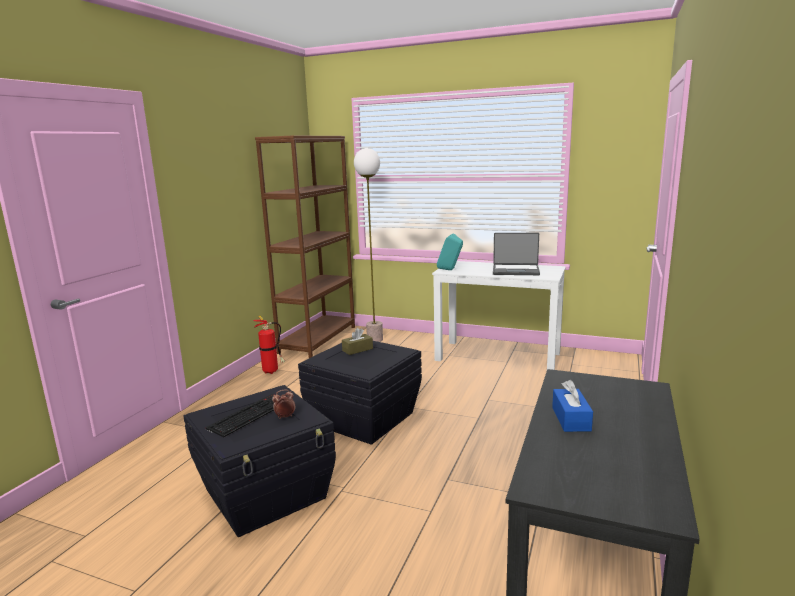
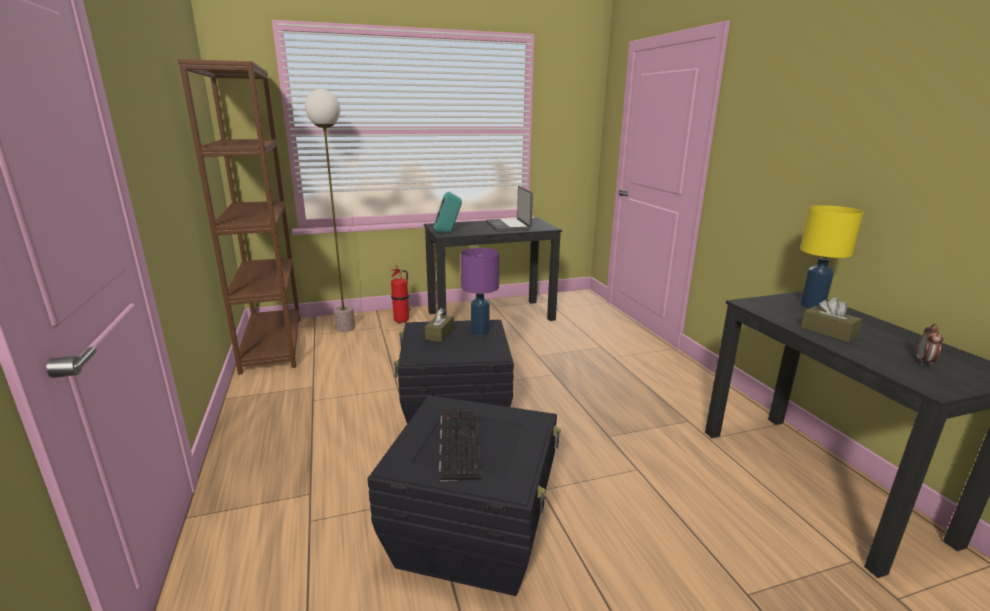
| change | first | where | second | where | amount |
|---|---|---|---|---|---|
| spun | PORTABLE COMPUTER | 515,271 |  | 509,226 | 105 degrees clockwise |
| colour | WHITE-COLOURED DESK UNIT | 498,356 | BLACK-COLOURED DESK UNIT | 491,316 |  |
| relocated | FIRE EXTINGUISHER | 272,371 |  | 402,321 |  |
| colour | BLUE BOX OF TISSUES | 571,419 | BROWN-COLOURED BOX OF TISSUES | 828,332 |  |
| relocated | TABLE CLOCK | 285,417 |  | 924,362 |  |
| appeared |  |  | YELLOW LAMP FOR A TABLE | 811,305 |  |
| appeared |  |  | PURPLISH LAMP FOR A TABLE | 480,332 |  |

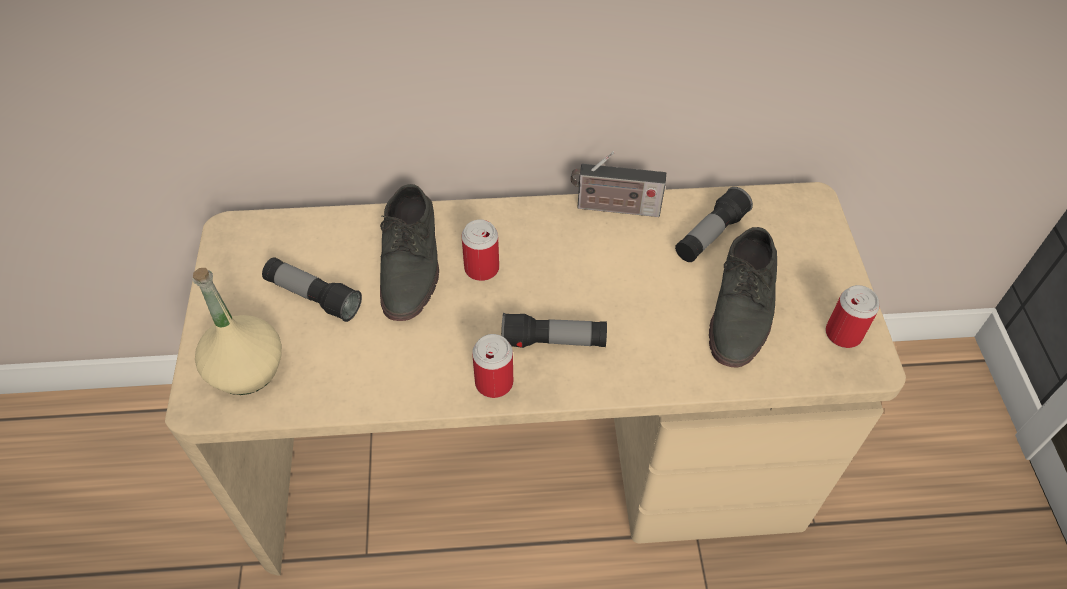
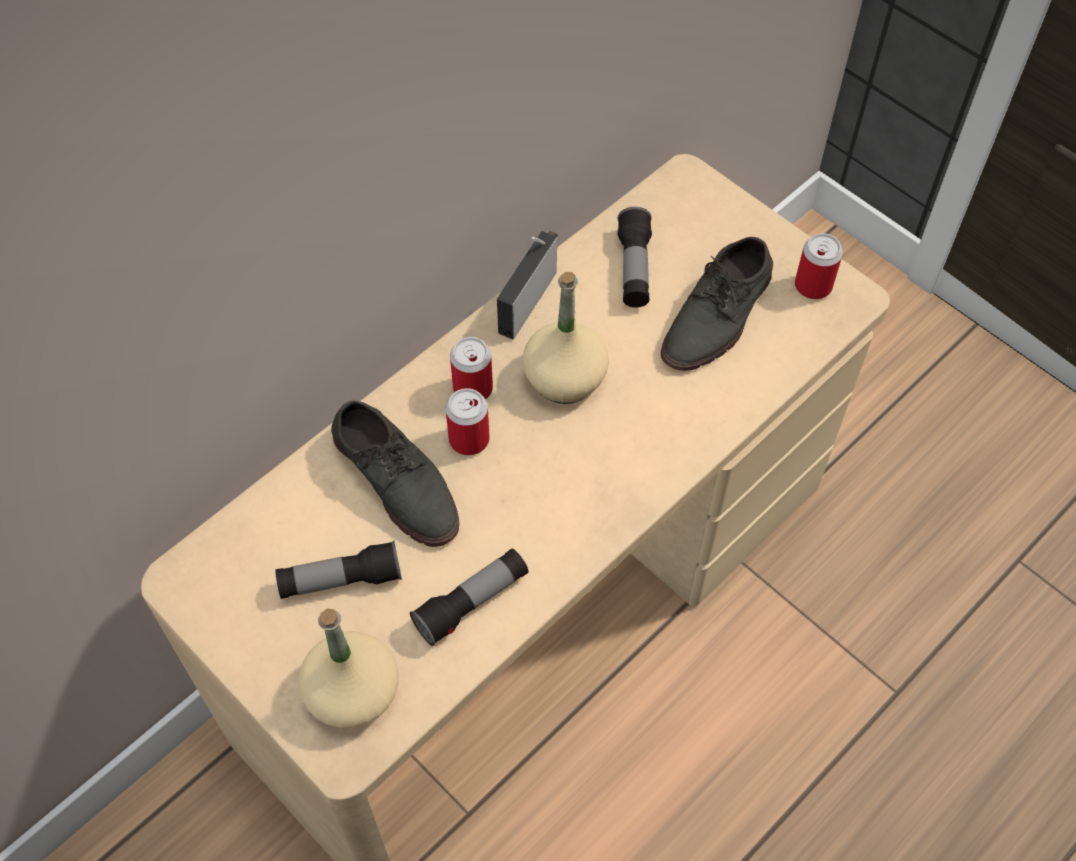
| change | first | where | second | where | amount |
|---|---|---|---|---|---|
| spun | RADIO | 614,208 |  | 528,298 | 150 degrees clockwise |
| spun | GREY ITEM OF FOOTWEAR | 743,306 |  | 718,316 | 60 degrees clockwise |
| relocated | FLASHLIGHT | 553,341 |  | 472,603 |  |
| relocated | SEALED CAN | 494,382 |  | 473,388 |  |
| appeared |  |  | BEIGE-COLOURED DRINK BOTTLE | 564,378 |  |

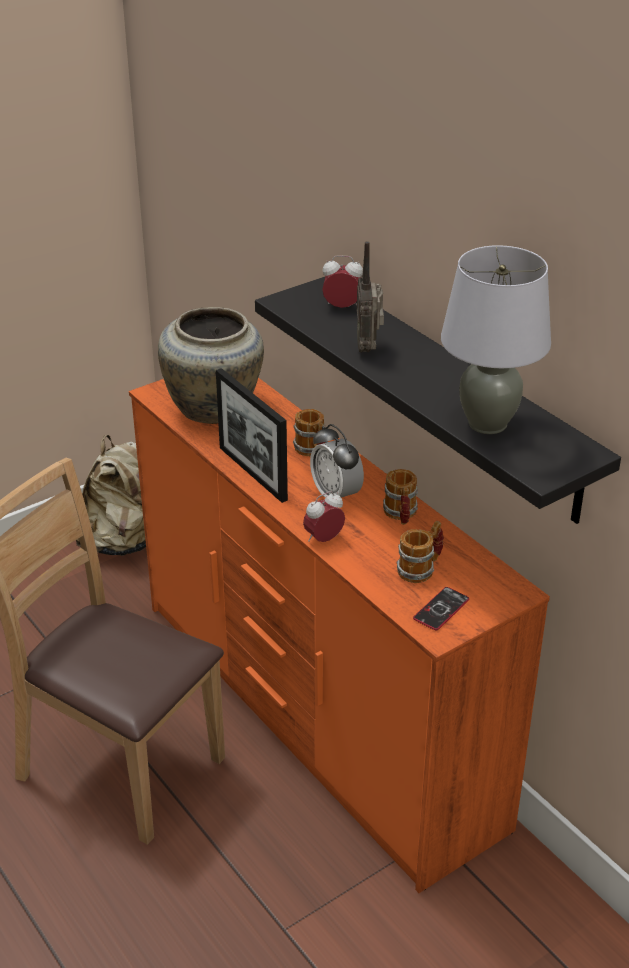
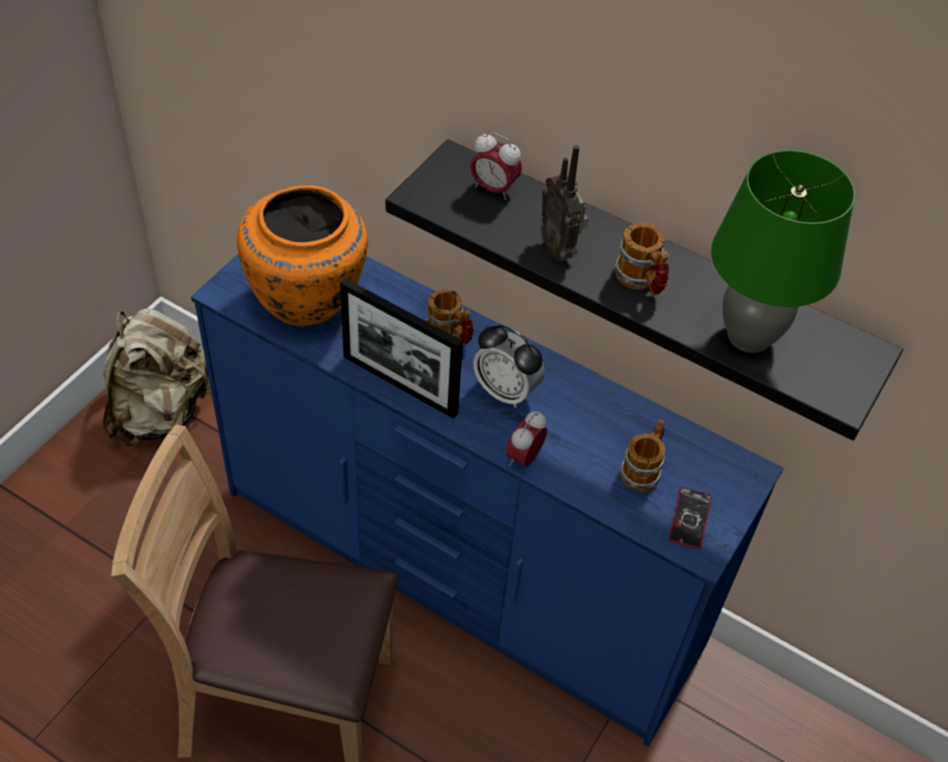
| change | first | where | second | where | amount |
|---|---|---|---|---|---|
| colour | GREY LAMP FOR A TABLE | 487,423 | GREEN-COLOURED LAMP FOR A TABLE | 748,336 |  |
| spun | TABLE CLOCK | 342,307 |  | 493,189 | 135 degrees counterclockwise |
| colour | BEIGE-COLOURED DECORATIVE VASE | 214,410 | ORANGEY DECORATIVE VASE | 308,301 |  |
| colour | ORANGEY CHEST OF DRAWERS | 315,713 | BLUE CHEST OF DRAWERS | 460,571 |  |
| relocated | MUG | 401,515 |  | 641,281 |  |

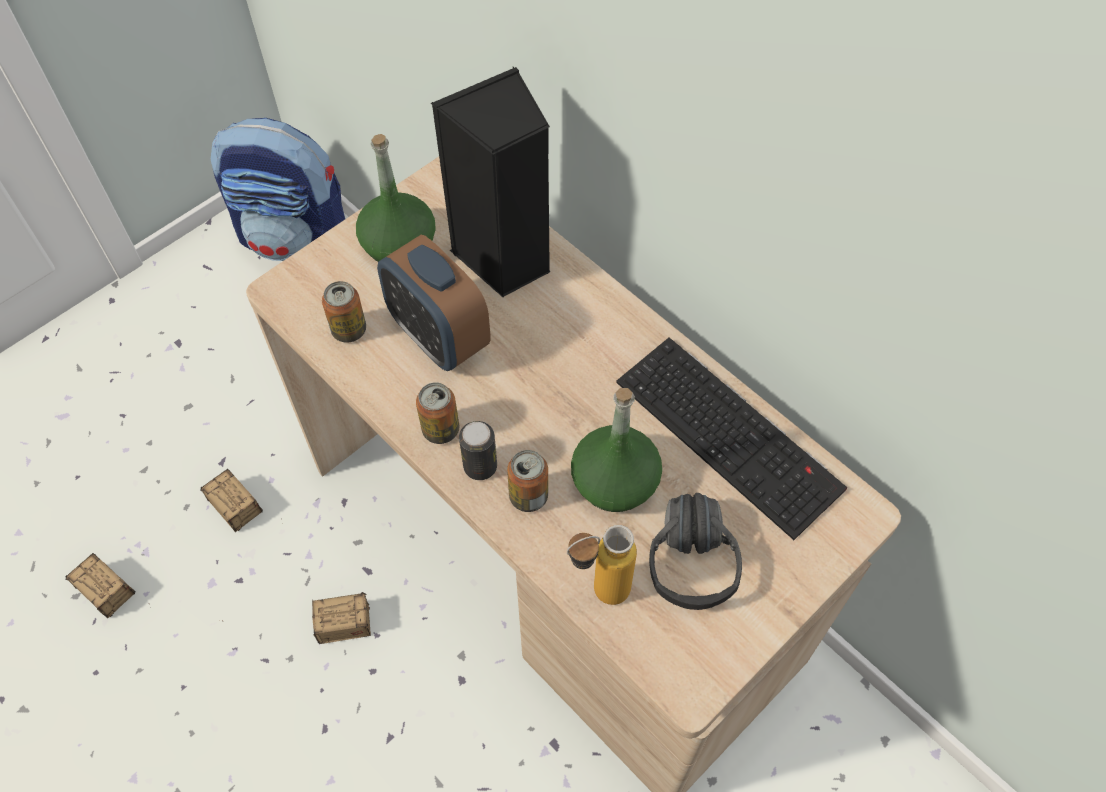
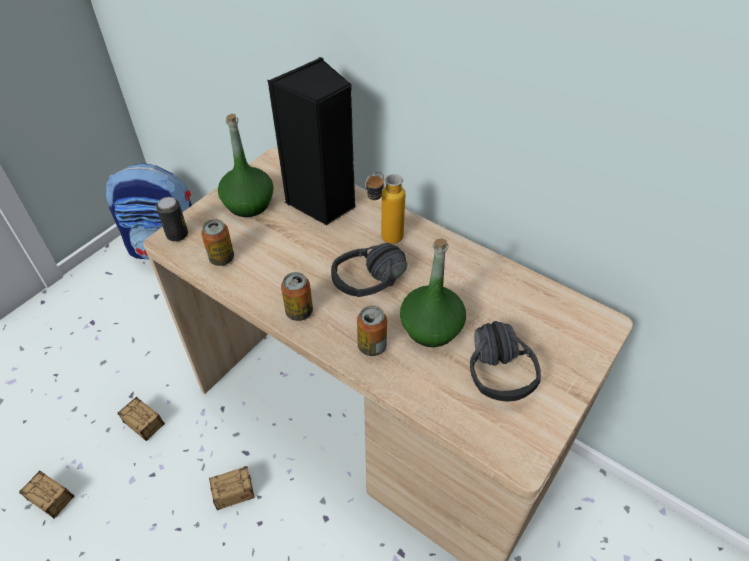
| change | first | where | second | where | amount |
|---|---|---|---|---|---|
| missing | TABLE CLOCK | 438,337 |  |  |  |
| missing | KEYBOARD | 732,434 |  |  |  |
| relocated | SEALED CAN | 480,466 |  | 177,235 |  |
| relocated | DRINK BOTTLE | 597,594 |  | 384,240 |  |
| appeared |  |  | BLACK-COLOURED PAIR OF HEADPHONES | 375,288 |  |

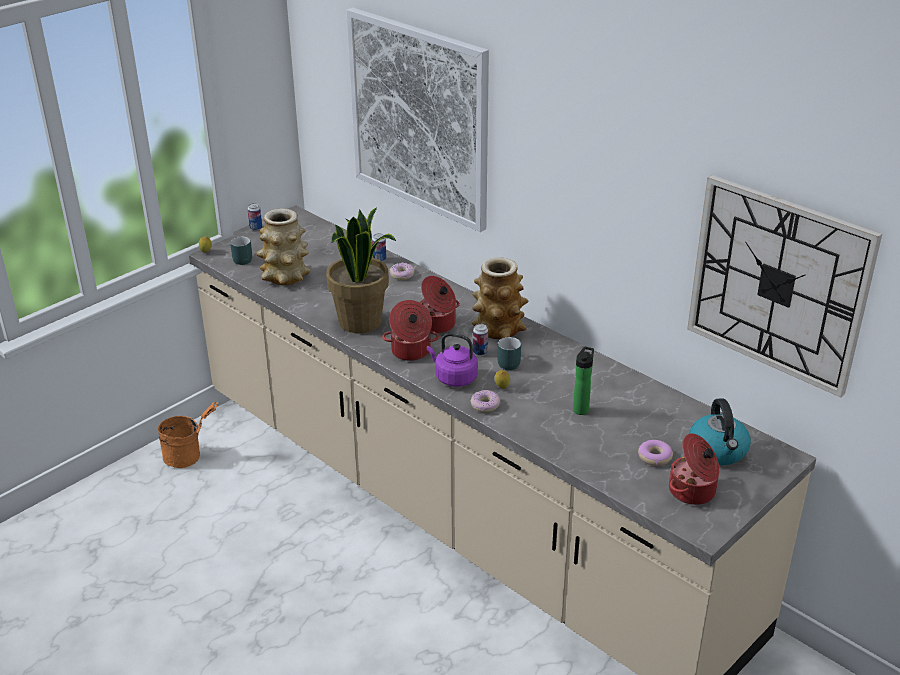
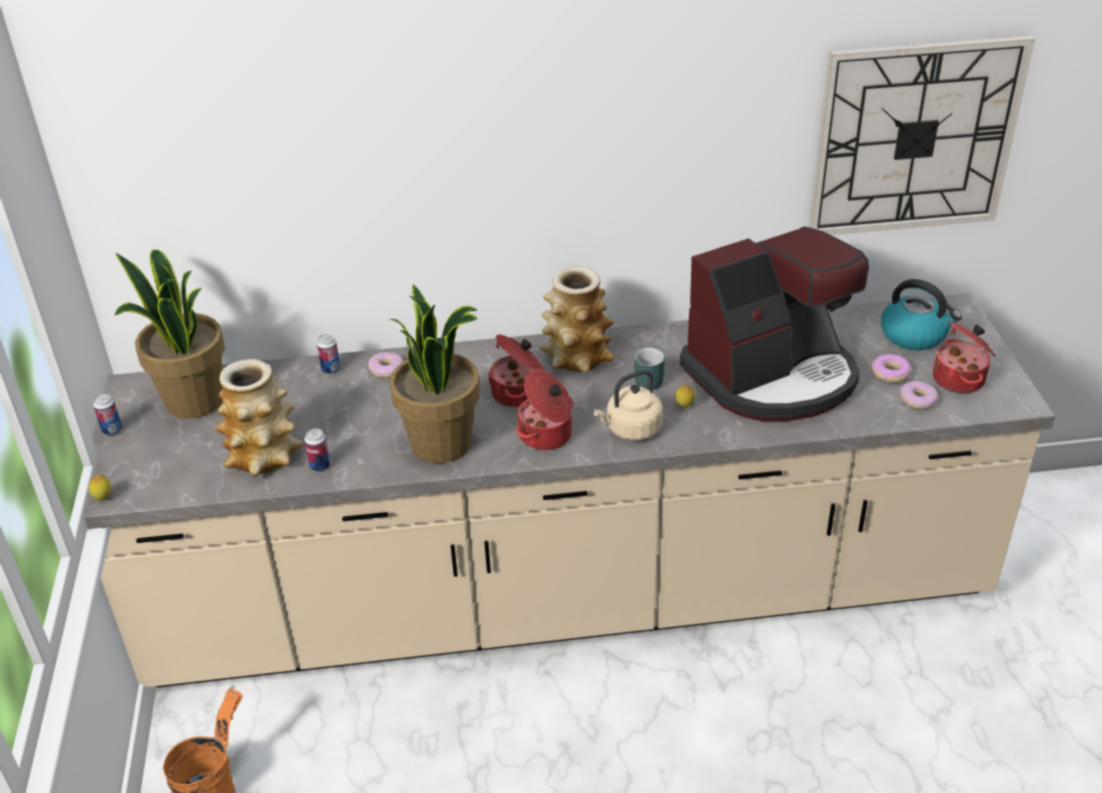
| change | first | where | second | where | amount |
|---|---|---|---|---|---|
| missing | WALL ART | 419,118 |  |  |  |
| missing | BLUE-GREEN MUG | 242,259 |  |  |  |
| relocated | SEALED CAN | 480,352 |  | 320,466 |  |
| colour | PURPLISH WATER KETTLE | 454,378 | BEIGE-COLOURED WATER KETTLE | 631,429 |  |
| exchanged | DRINK BOTTLE | 581,409 | COFFEE MAKER | 773,376 |  |
| relocated | DONUT | 485,405 |  | 918,400 |  |
| appeared |  |  | HOUSEPLANT | 193,401 |  |

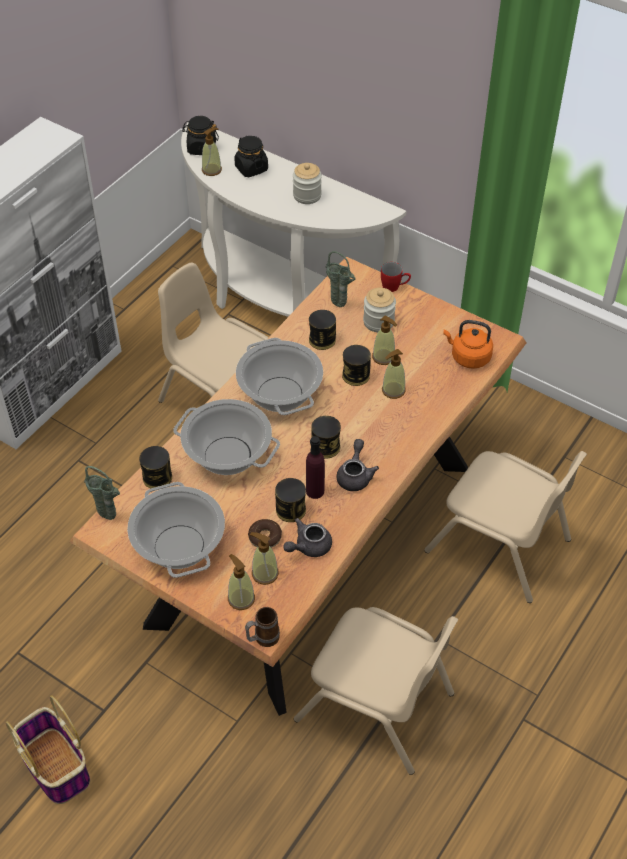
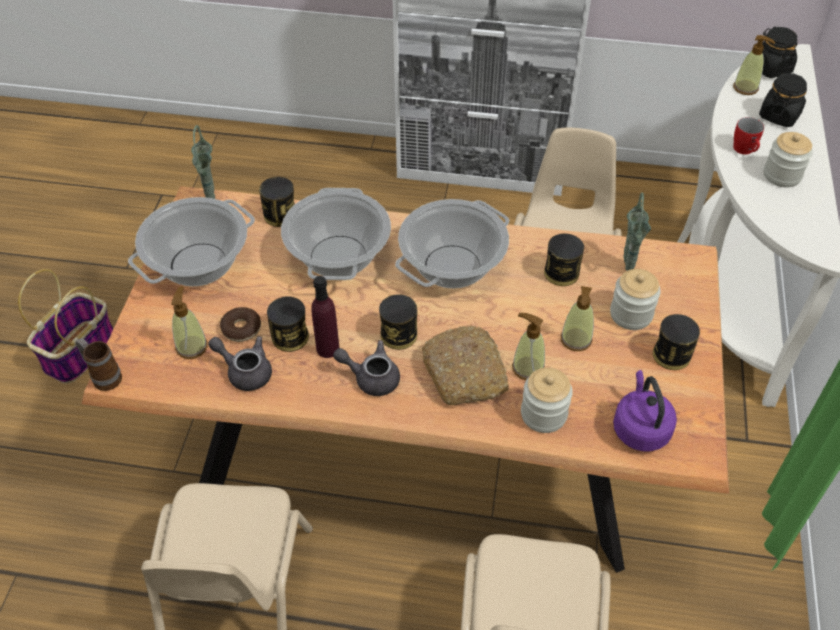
| change | first | where | second | where | amount |
|---|---|---|---|---|---|
| relocated | RED MUG | 394,287 |  | 745,151 |  |
| colour | ORANGEY WATER KETTLE | 468,357 | PURPLISH WATER KETTLE | 640,428 |  |
| relocated | SEALED CAN | 356,375 |  | 671,355 |  |
| spun | GREY TEAPOT | 355,475 |  | 371,377 | 150 degrees counterclockwise |
| missing | SOAP DISPENSER | 241,598 |  |  |  |
| appeared |  |  | BAKERY BREAD | 465,374 |  |
| appeared |  |  | STORAGE JAR | 543,414 |  |

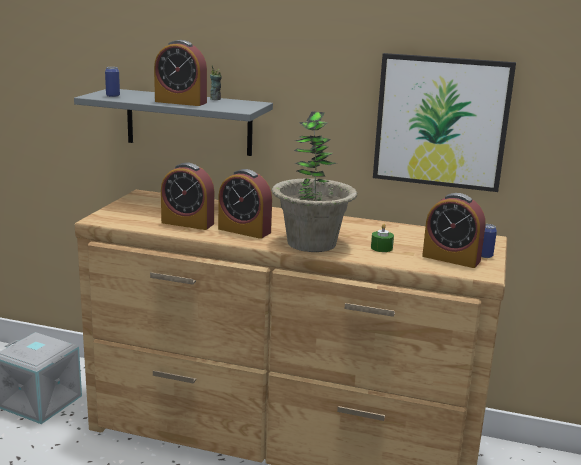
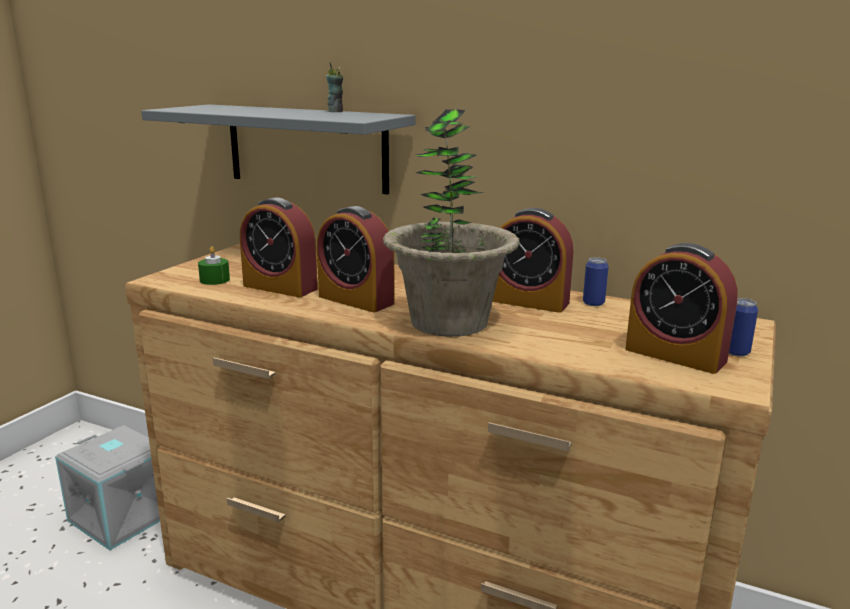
| change | first | where | second | where | amount |
|---|---|---|---|---|---|
| relocated | TABLE CLOCK | 181,102 |  | 528,301 |  |
| missing | WALL ART | 441,122 |  |  |  |
| relocated | SEALED CAN | 113,96 |  | 593,303 |  |
| relocated | GREEN-COLOURED WAX CANDLE | 381,248 |  | 214,280 |  |

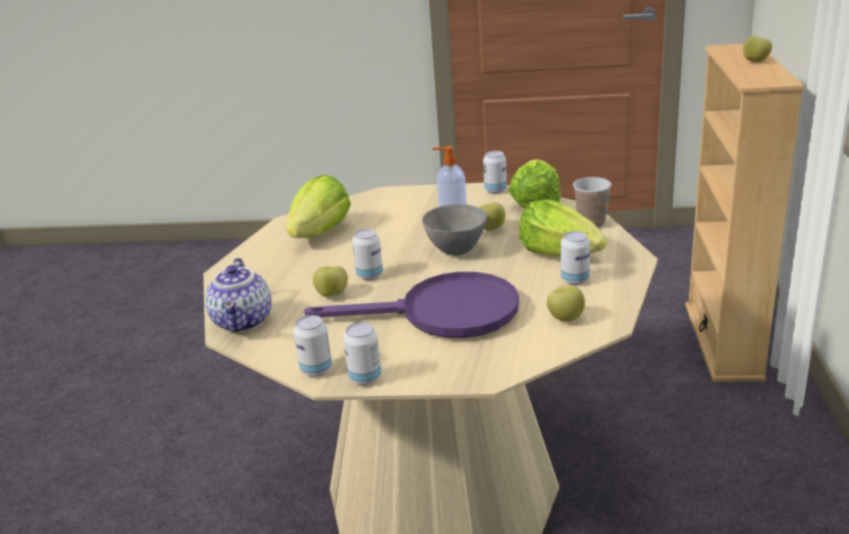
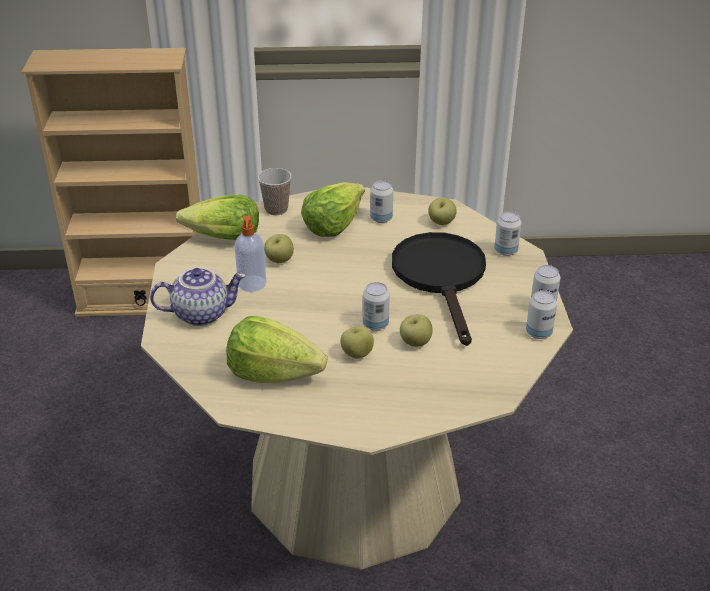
| change | first | where | second | where | amount |
|---|---|---|---|---|---|
| relocated | APPLE | 755,61 |  | 357,354 |  |
| relocated | SEALED CAN | 495,190 |  | 505,251 |  |
| missing | GREY SERVING BOWL | 456,251 |  |  |  |
| relocated | TEAPOT | 244,322 |  | 201,313 |  |
| colour | PURPLISH PAN | 443,314 | BLACK-COLOURED PAN | 441,277 |  |

